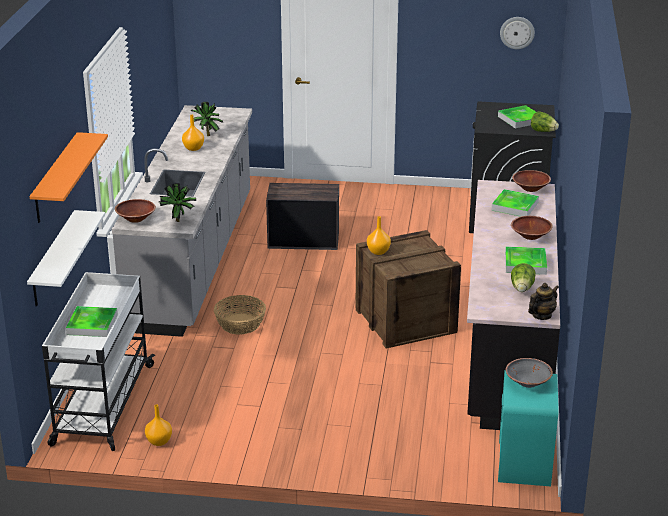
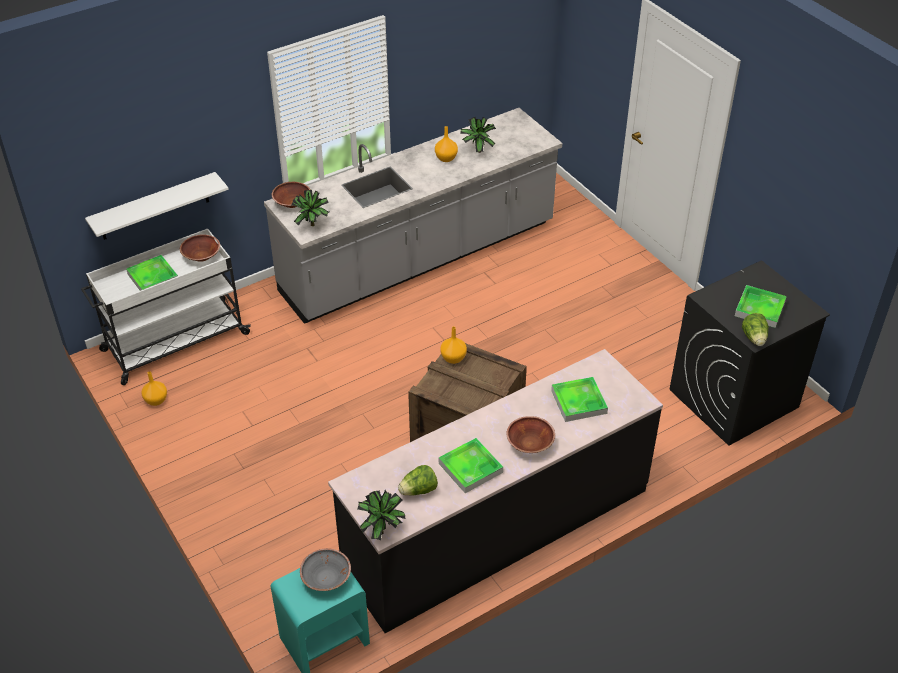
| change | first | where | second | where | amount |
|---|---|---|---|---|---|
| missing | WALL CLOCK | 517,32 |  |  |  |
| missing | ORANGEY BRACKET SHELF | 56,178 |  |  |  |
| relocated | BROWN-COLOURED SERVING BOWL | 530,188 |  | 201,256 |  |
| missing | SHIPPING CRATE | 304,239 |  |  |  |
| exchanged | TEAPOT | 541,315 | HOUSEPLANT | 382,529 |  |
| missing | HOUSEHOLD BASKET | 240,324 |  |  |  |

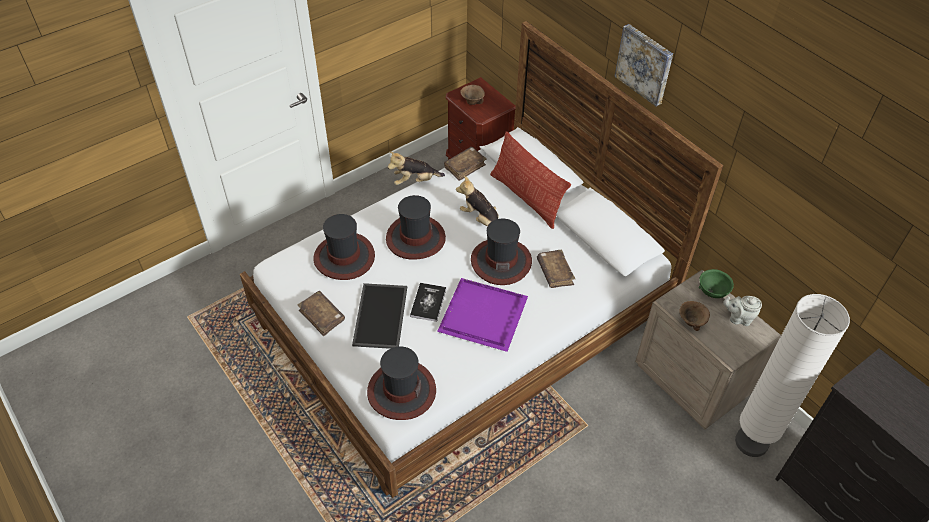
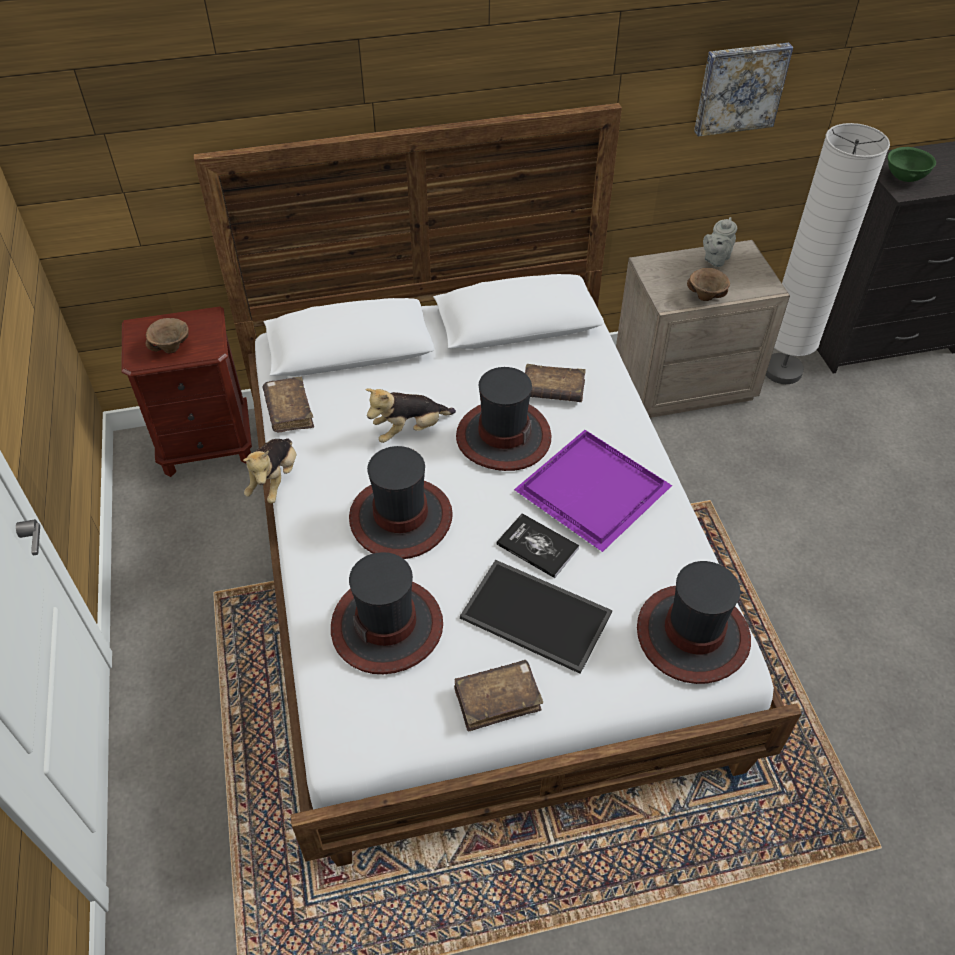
| change | first | where | second | where | amount |
|---|---|---|---|---|---|
| relocated | WALL ART | 645,64 |  | 740,88 |  |
| missing | THROW PILLOW | 526,198 |  |  |  |
| relocated | GREEN-COLOURED SERVING BOWL | 712,291 |  | 904,178 |  |

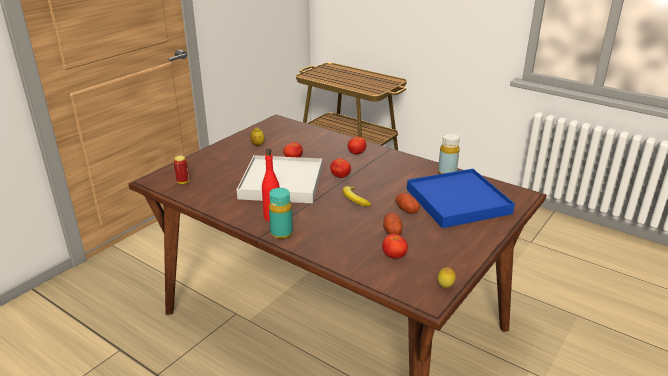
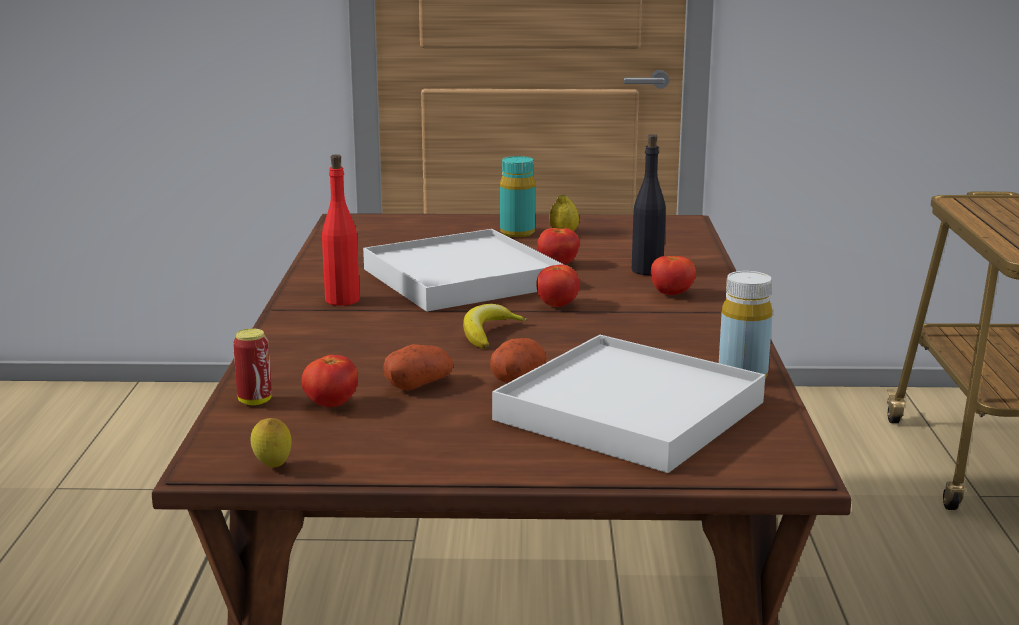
| change | first | where | second | where | amount |
|---|---|---|---|---|---|
| relocated | SEALED CAN | 183,182 |  | 255,401 |  |
| colour | BLUE SERVING TRAY | 458,201 | WHITE-COLOURED SERVING TRAY | 630,411 |  |
| relocated | BLUE-GREEN DRINK BOTTLE | 281,233 |  | 517,233 |  |
| appeared |  |  | BLACK-COLOURED DRINK BOTTLE | 647,270 |  |

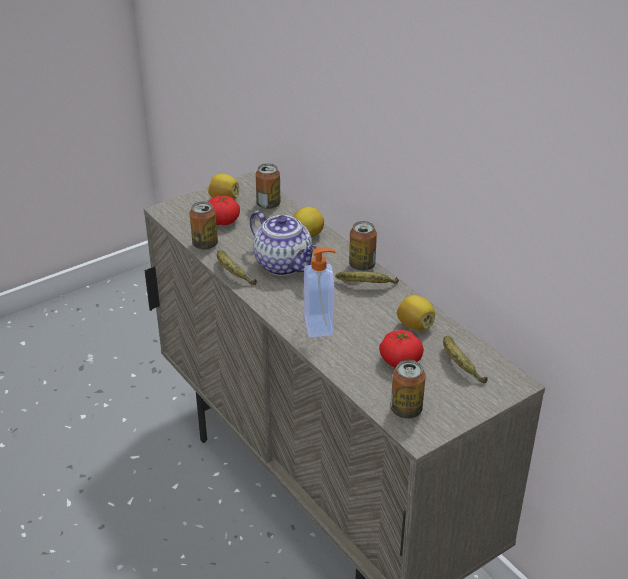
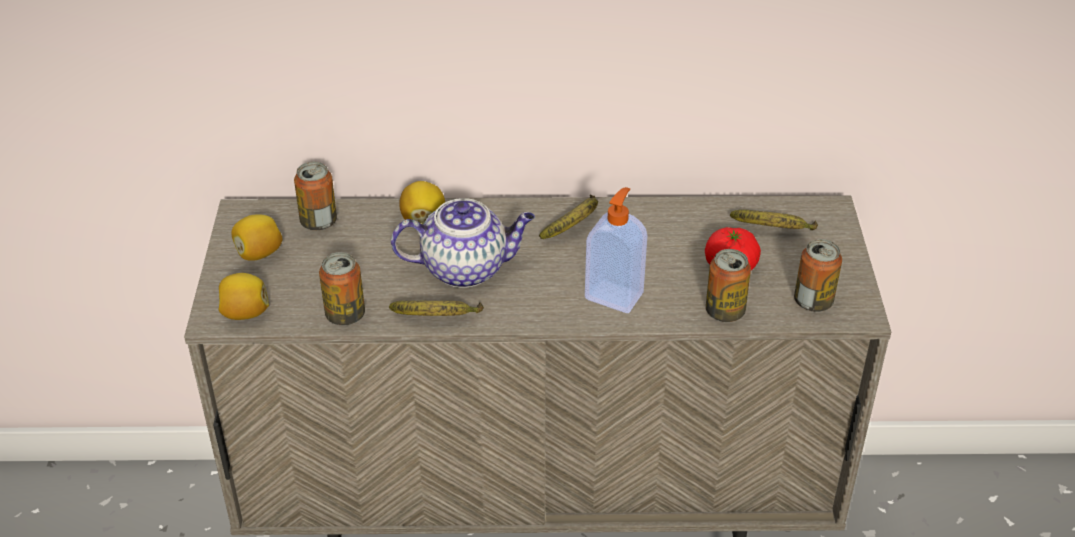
| change | first | where | second | where | amount |
|---|---|---|---|---|---|
| missing | WHOLE TOMATO | 223,221 |  |  |  |
| relocated | SEALED CAN | 362,265 |  | 724,312 |  |
| relocated | WHOLE LEMON | 415,325 |  | 244,313 |  |

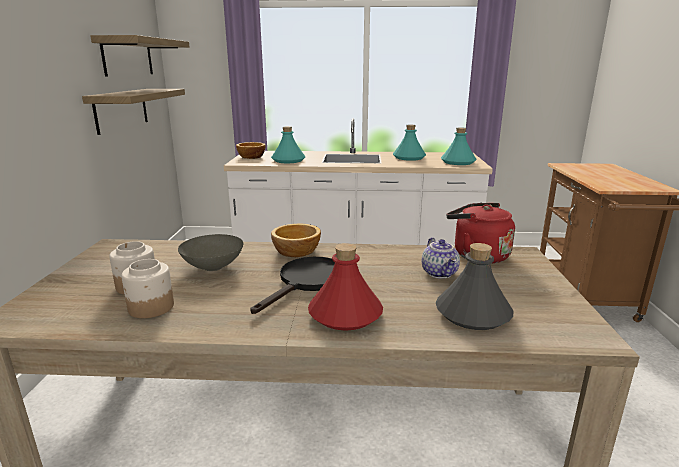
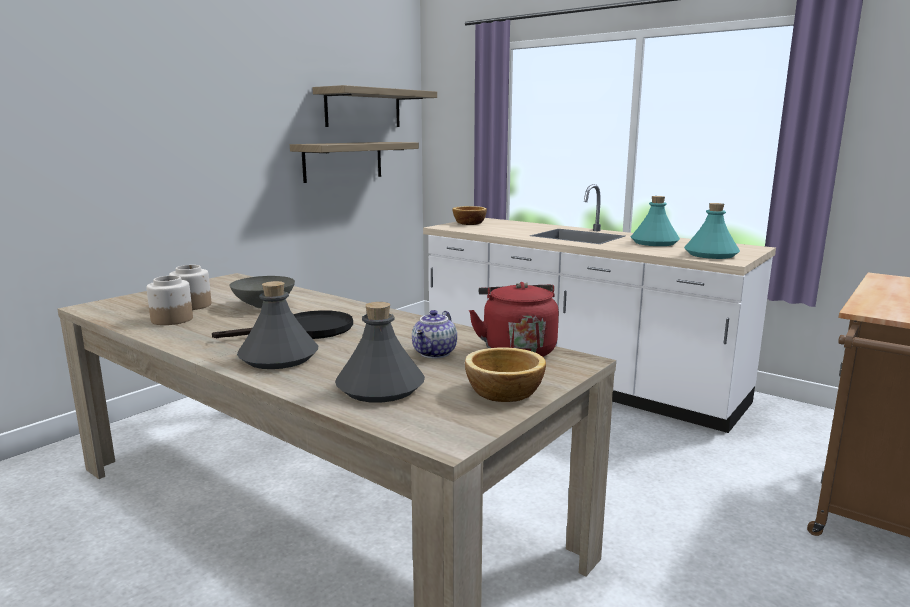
| change | first | where | second | where | amount |
|---|---|---|---|---|---|
| missing | BLUE-GREEN DRINK BOTTLE | 288,160 |  |  |  |
| relocated | SERVING BOWL | 296,252 |  | 503,393 |  |
| colour | RED DRINK BOTTLE | 344,314 | GREY DRINK BOTTLE | 278,358 |  |

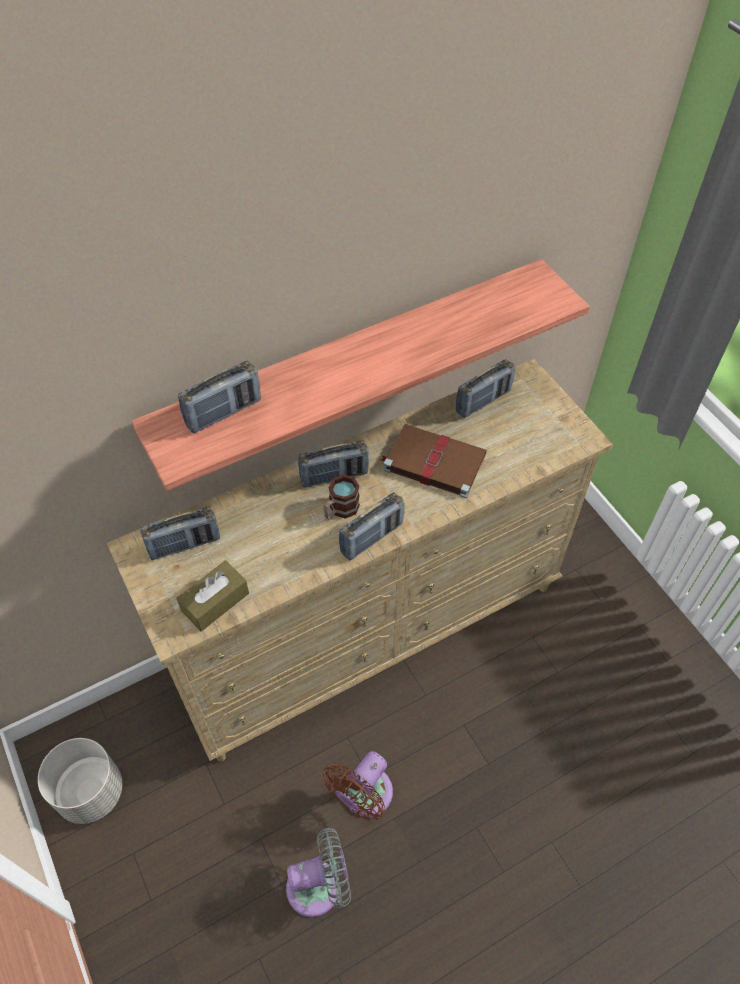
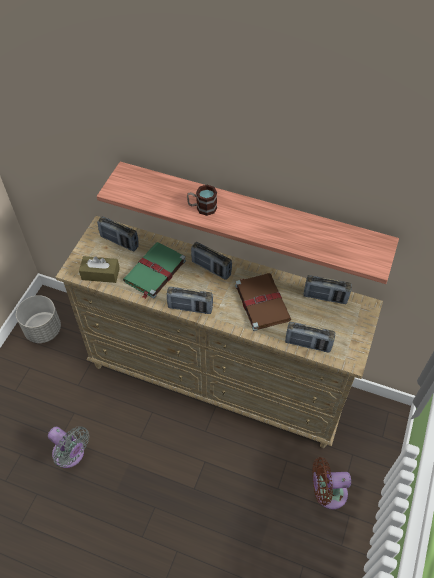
| change | first | where | second | where | amount |
|---|---|---|---|---|---|
| relocated | RADIO | 224,413 |  | 308,344 |  |
| relocated | MUG | 340,510 |  | 202,208 |  |
| relocated | BROWN-COLOURED ELECTRIC FAN | 363,796 |  | 327,493 |  |
| appeared |  |  | GREEN-COLOURED VOLUME | 154,272 |  |

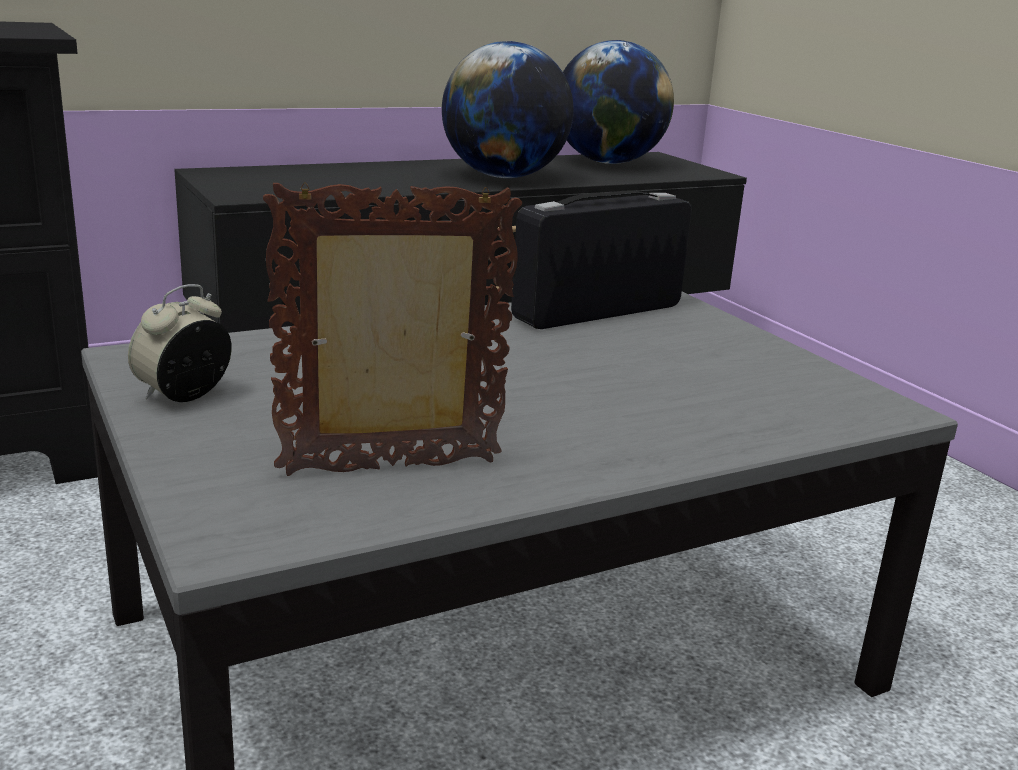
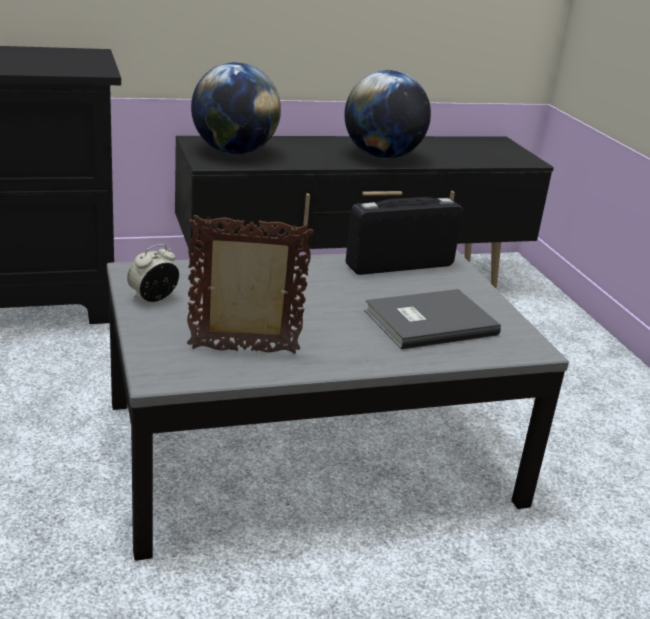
| change | first | where | second | where | amount |
|---|---|---|---|---|---|
| relocated | WORLD GLOBE | 608,162 |  | 234,152 |  |
| appeared |  |  | GREY VOLUME | 427,321 |  |

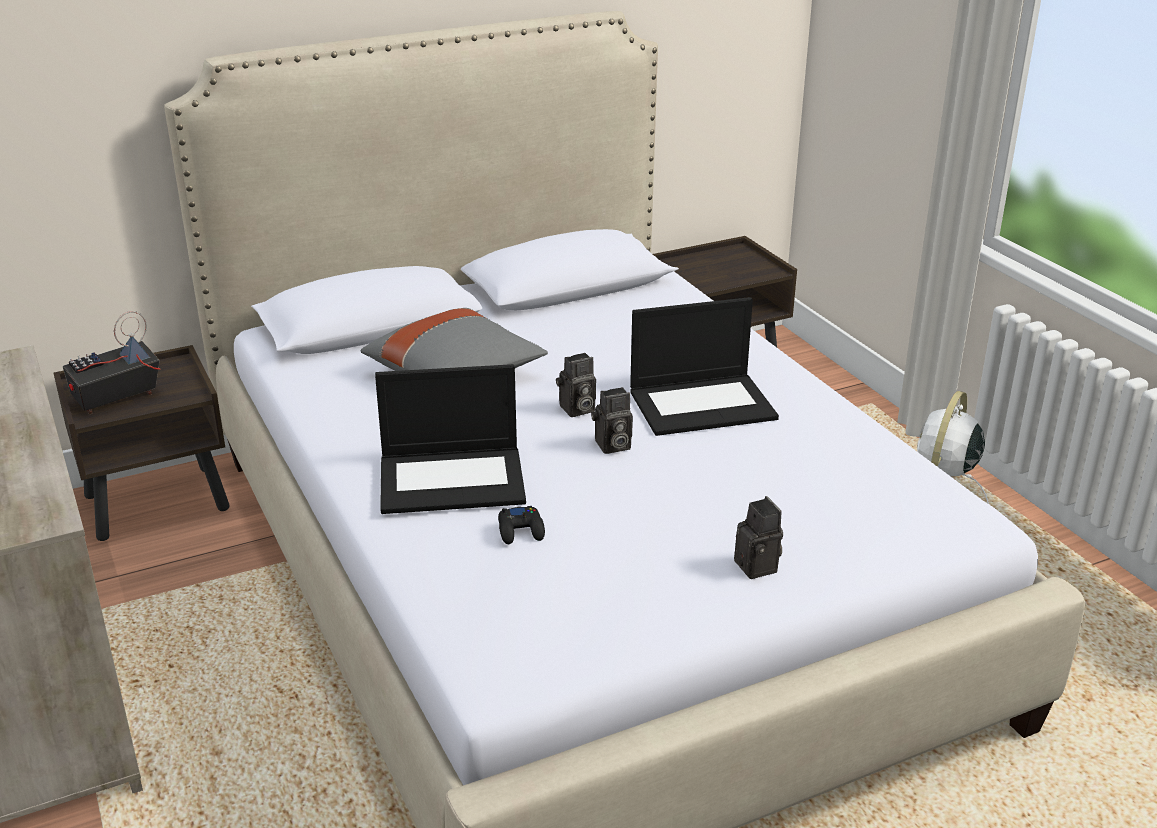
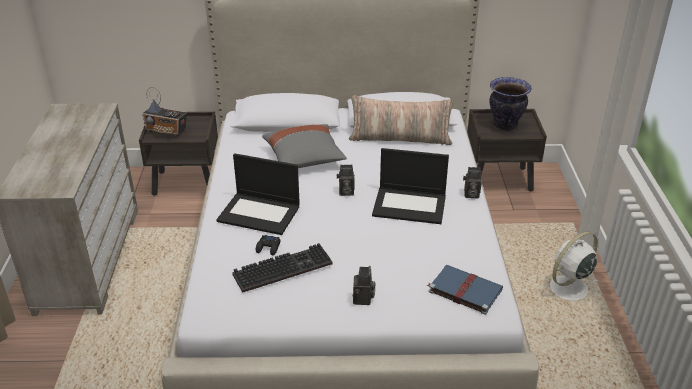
| change | first | where | second | where | amount |
|---|---|---|---|---|---|
| spun | RADIO | 115,399 |  | 167,131 | 150 degrees counterclockwise |
| relocated | STILL CAMERA | 612,446 |  | 470,194 |  |
| appeared |  |  | DECORATIVE VASE | 504,125 |  |
| appeared |  |  | THROW PILLOW | 400,138 |  |
| appeared |  |  | KEYBOARD | 283,268 |  |
| appeared |  |  | BLUE VOLUME | 464,290 |  |

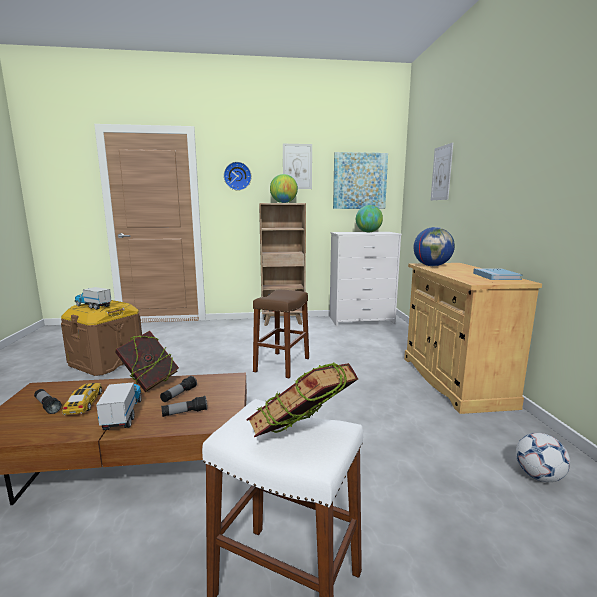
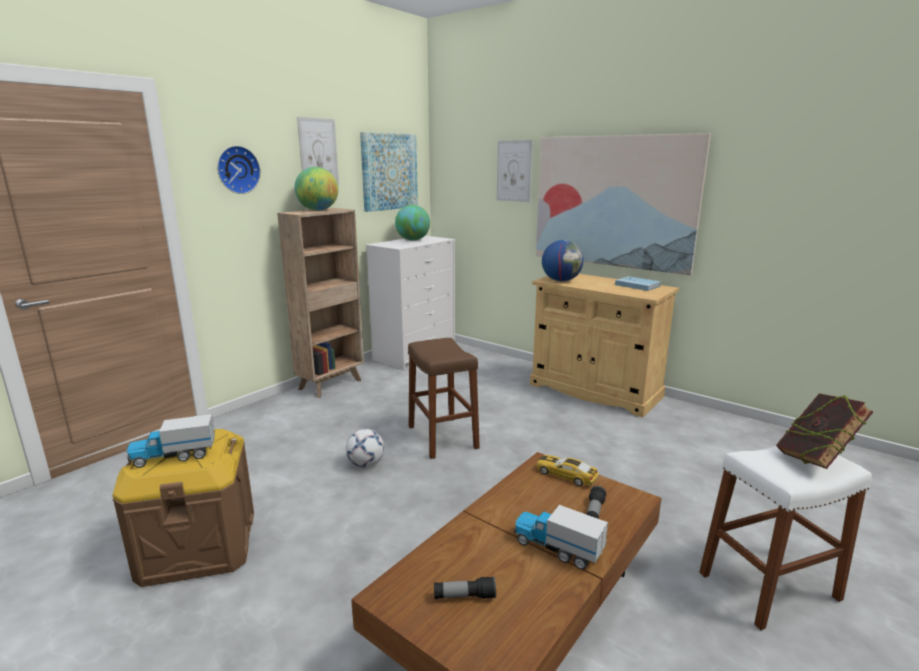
| change | first | where | second | where | amount |
|---|---|---|---|---|---|
| missing | VOLUME | 149,383 |  |  |  |
| missing | FLASHLIGHT | 179,395 |  |  |  |
| relocated | TOY CAR | 84,403 |  | 566,475 |  |
| relocated | FOOTBALL BALL | 538,476 |  | 366,464 |  |
| appeared |  |  | WALL ART | 613,202 |  |

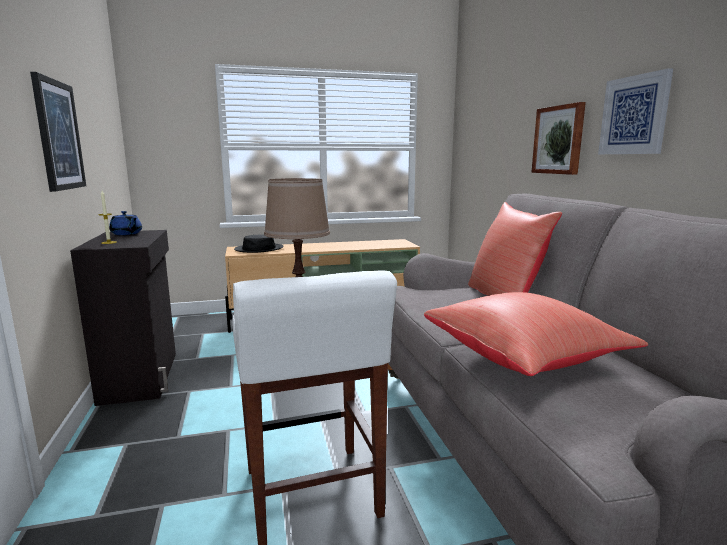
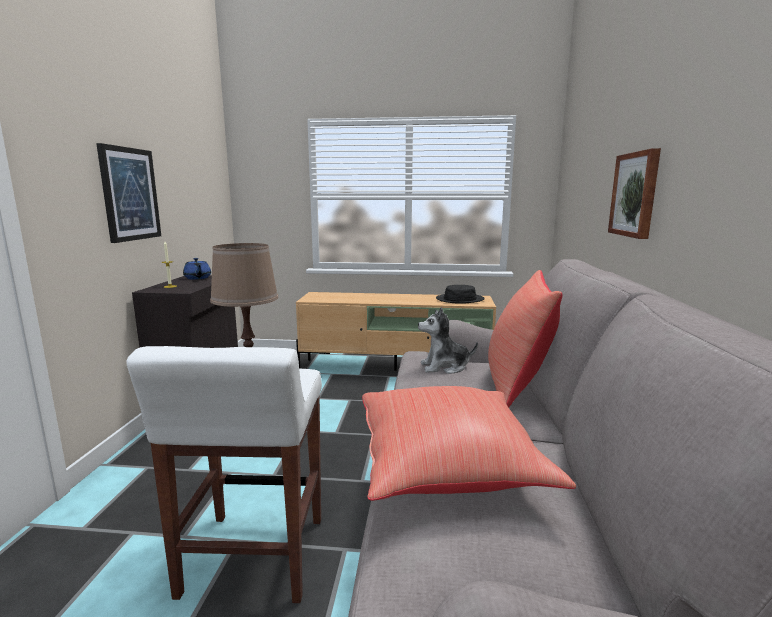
| change | first | where | second | where | amount |
|---|---|---|---|---|---|
| missing | WALL ART | 634,115 |  |  |  |
| relocated | BLACK-COLOURED CLOTHING HAT | 259,249 |  | 460,299 |  |
| appeared |  |  | PLUSH TOY | 444,367 |  |

